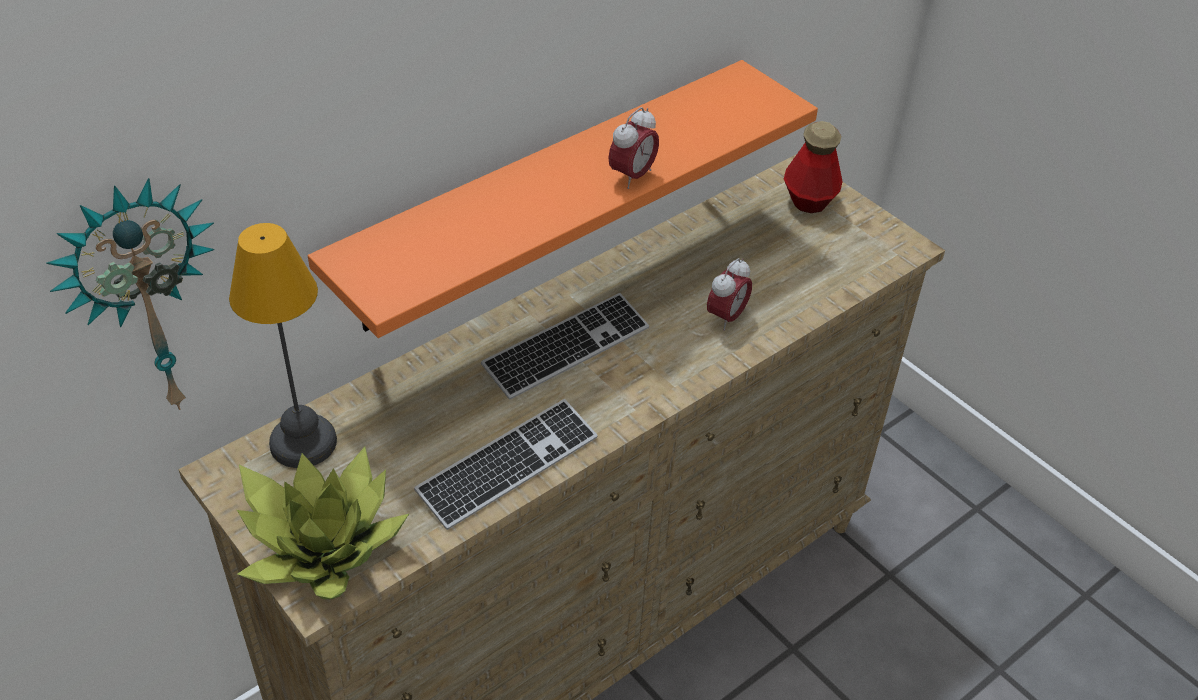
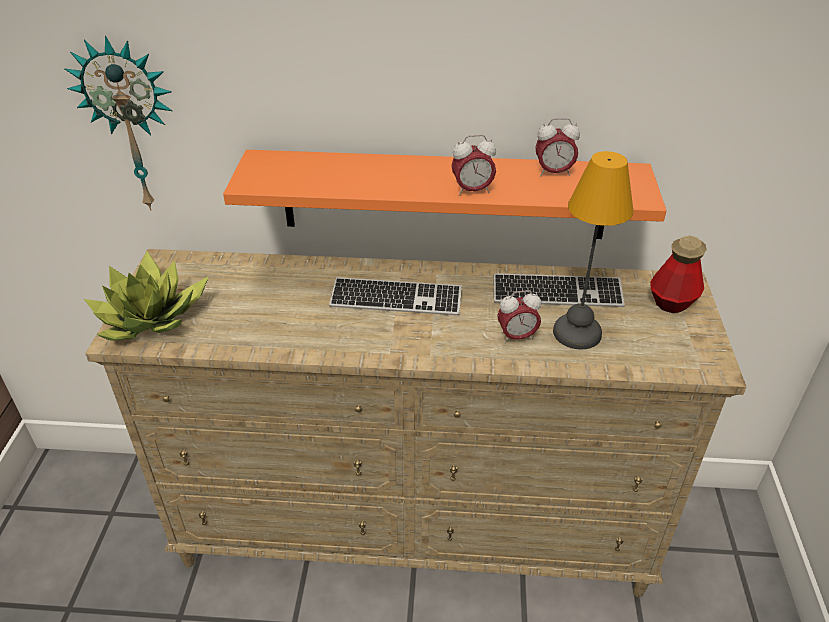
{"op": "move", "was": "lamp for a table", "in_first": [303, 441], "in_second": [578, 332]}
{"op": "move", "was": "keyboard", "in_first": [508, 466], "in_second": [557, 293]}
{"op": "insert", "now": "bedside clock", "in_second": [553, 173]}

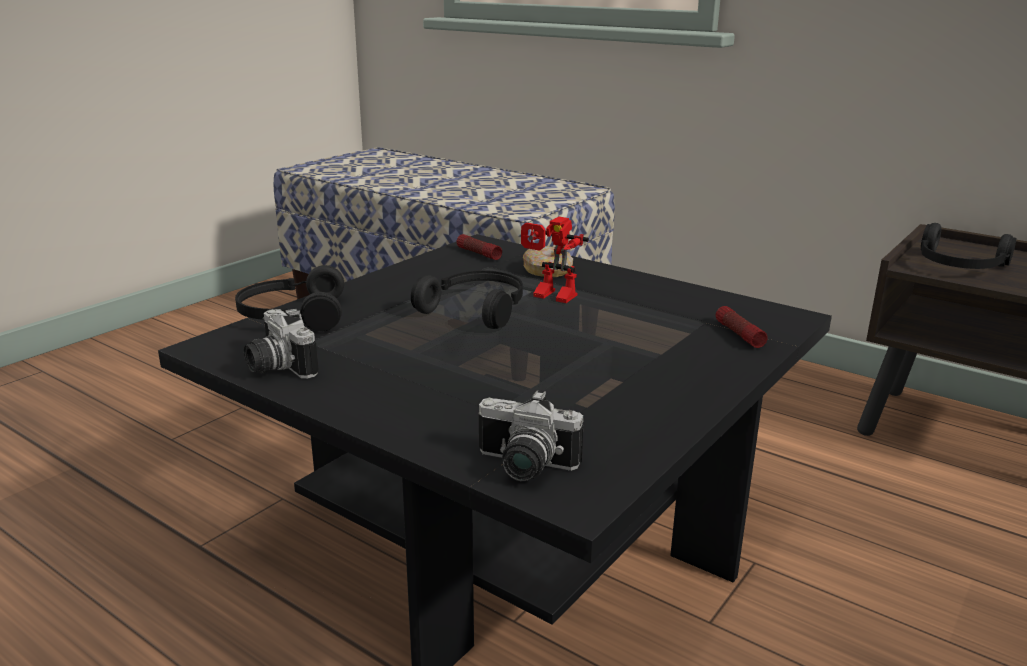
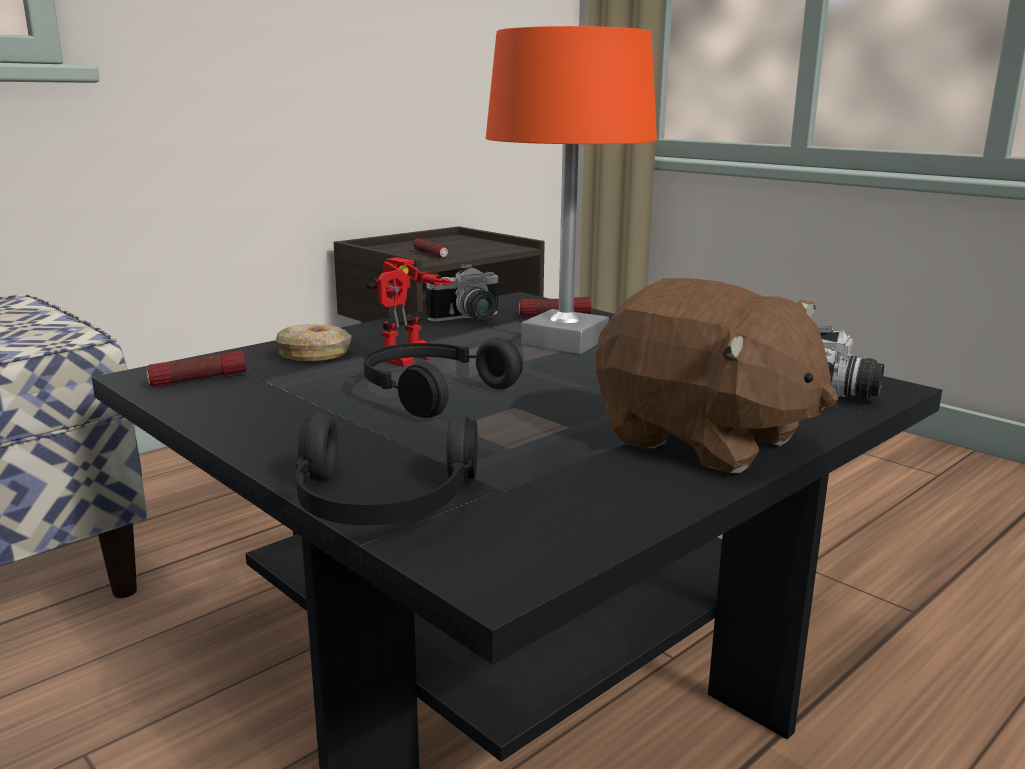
{"op": "replace", "was": "black-coloured pair of headphones", "now": "torch", "in_first": [959, 266], "in_second": [431, 254]}
{"op": "move", "was": "photo camera", "in_first": [276, 367], "in_second": [469, 319]}
{"op": "insert", "now": "orangey lamp for a table", "in_second": [565, 342]}
{"op": "insert", "now": "brownish soft toy", "in_second": [704, 440]}

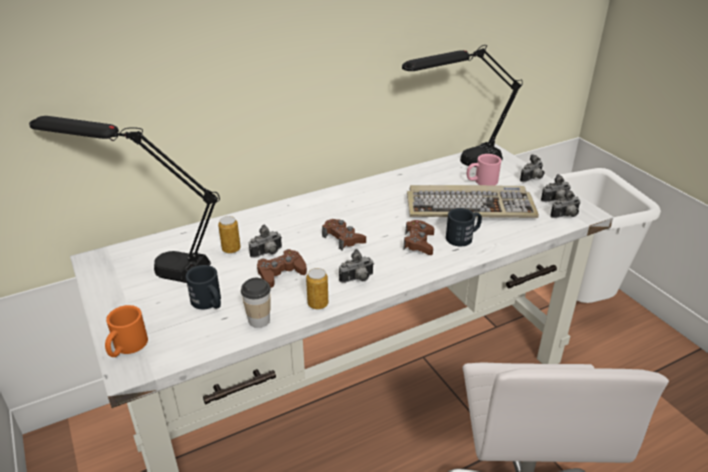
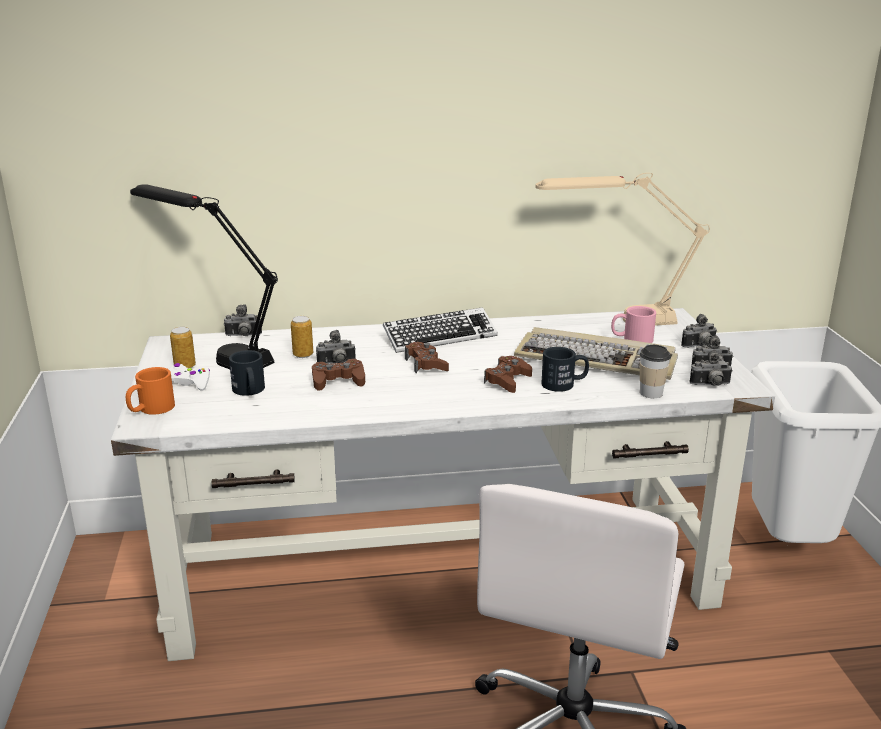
{"op": "recolor", "was": "black-coloured lamp for a table", "now": "beige-coloured lamp for a table", "in_first": [457, 165], "in_second": [615, 321]}
{"op": "move", "was": "photo camera", "in_first": [357, 279], "in_second": [243, 336]}
{"op": "move", "was": "can", "in_first": [318, 304], "in_second": [185, 366]}
{"op": "move", "was": "drinking cup", "in_first": [259, 320], "in_second": [651, 393]}
{"op": "insert", "now": "keyboard", "in_second": [440, 337]}
{"op": "insert", "now": "white-coloured game controller", "in_second": [187, 383]}

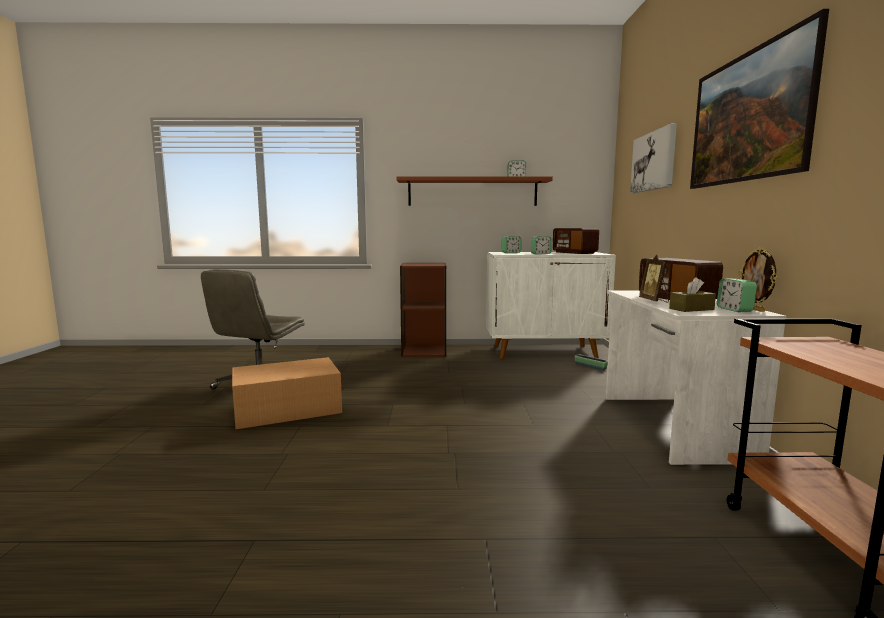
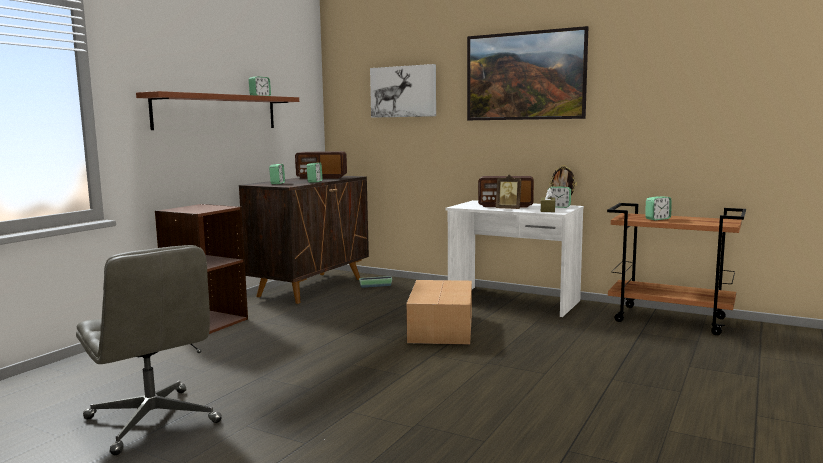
{"op": "recolor", "was": "white-coloured cabinet", "now": "brownish cabinet", "in_first": [545, 352], "in_second": [311, 287]}
{"op": "move", "was": "packing box", "in_first": [289, 409], "in_second": [442, 328]}
{"op": "insert", "now": "bedside clock", "in_second": [657, 219]}

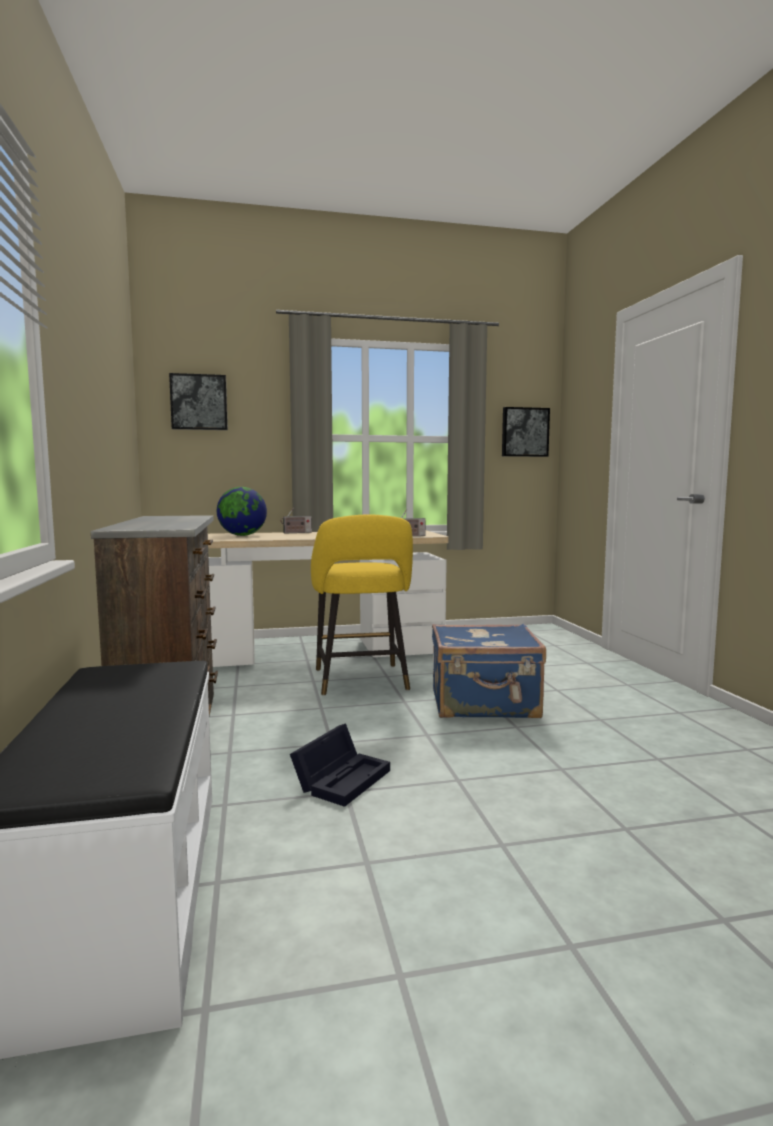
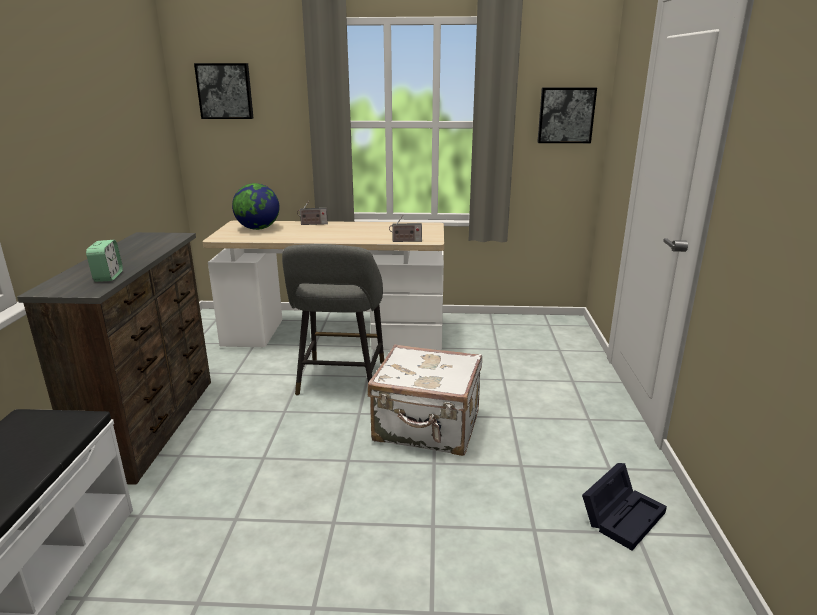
{"op": "recolor", "was": "yellow stool seat", "now": "grey stool seat", "in_first": [361, 681], "in_second": [340, 381]}
{"op": "recolor", "was": "blue-coloured suitcase", "now": "white-coloured suitcase", "in_first": [484, 704], "in_second": [427, 428]}
{"op": "move", "was": "black-coloured storage bin", "in_first": [342, 778], "in_second": [622, 514]}
{"op": "insert", "now": "bedside clock", "in_second": [108, 277]}

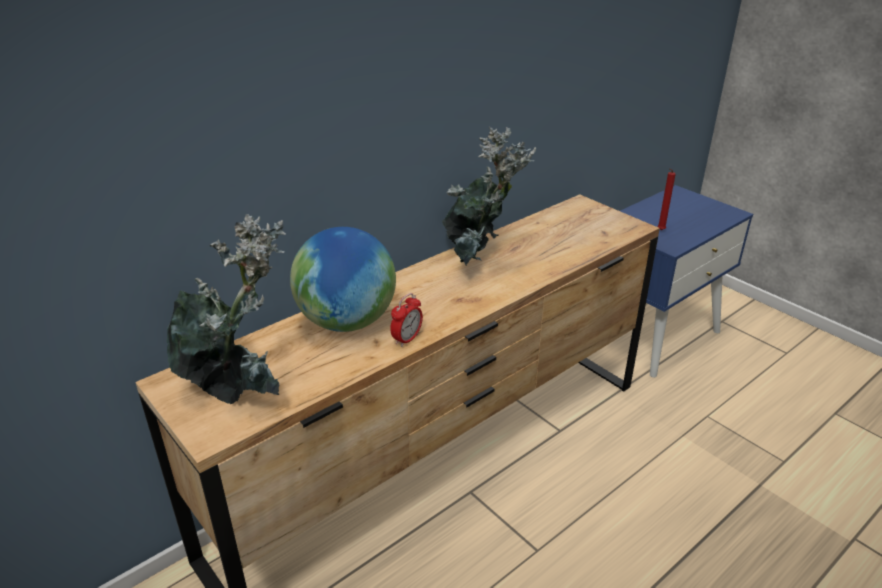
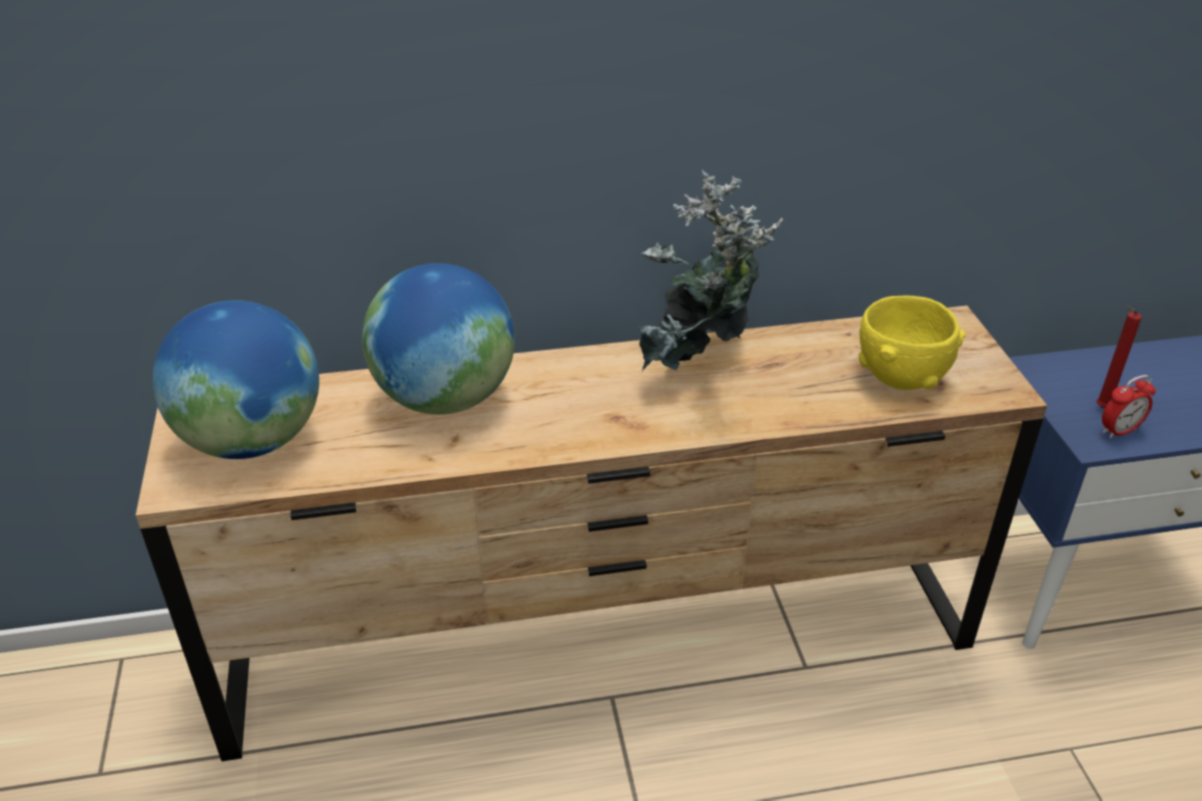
{"op": "replace", "was": "potted plant", "now": "desk globe", "in_first": [239, 388], "in_second": [252, 441]}
{"op": "move", "was": "bedside clock", "in_first": [407, 339], "in_second": [1119, 431]}
{"op": "insert", "now": "yellow serving bowl", "in_second": [901, 376]}

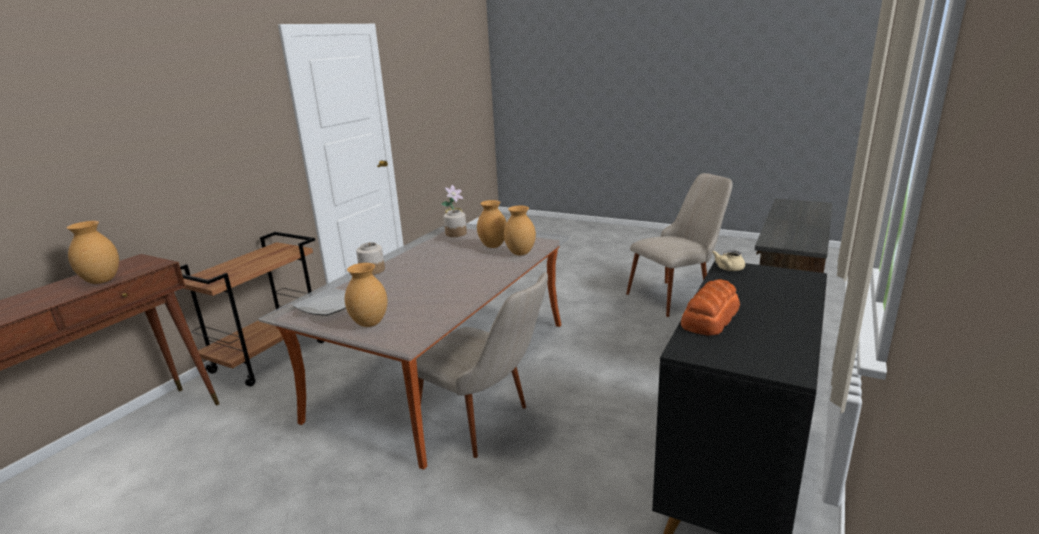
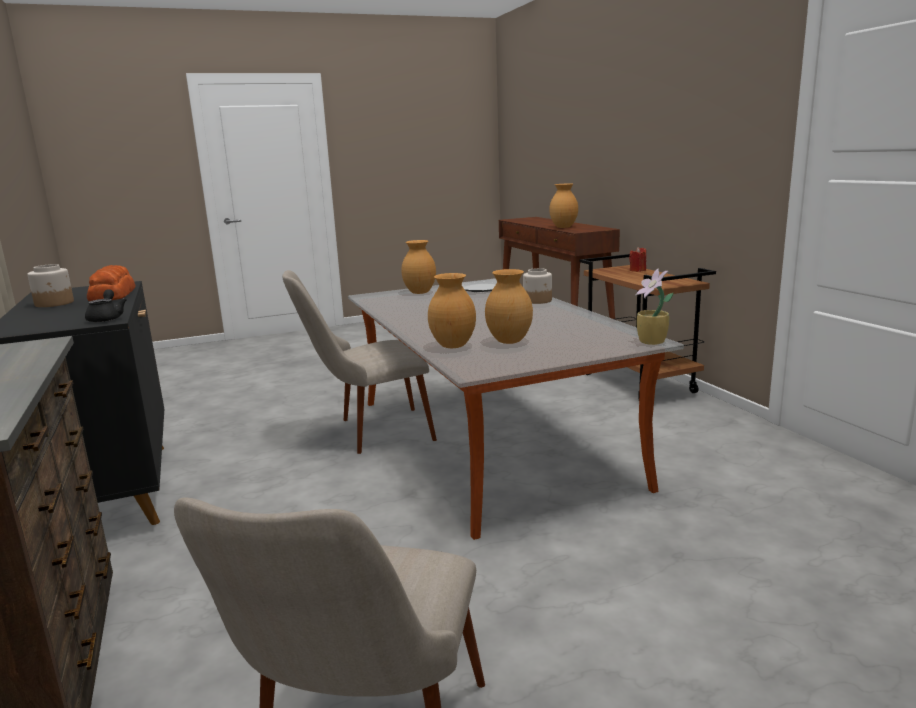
{"op": "move", "was": "storage jar", "in_first": [456, 233], "in_second": [54, 303]}
{"op": "recolor", "was": "beige-coloured teapot", "now": "black-coloured teapot", "in_first": [728, 269], "in_second": [107, 318]}
{"op": "insert", "now": "red candle", "in_second": [637, 270]}

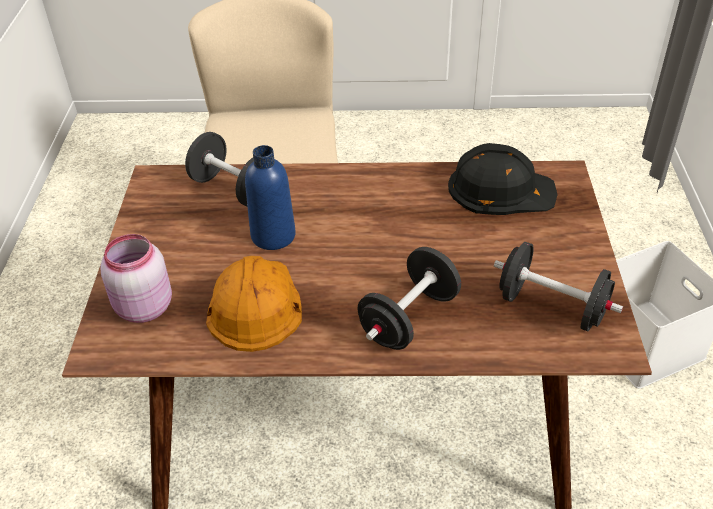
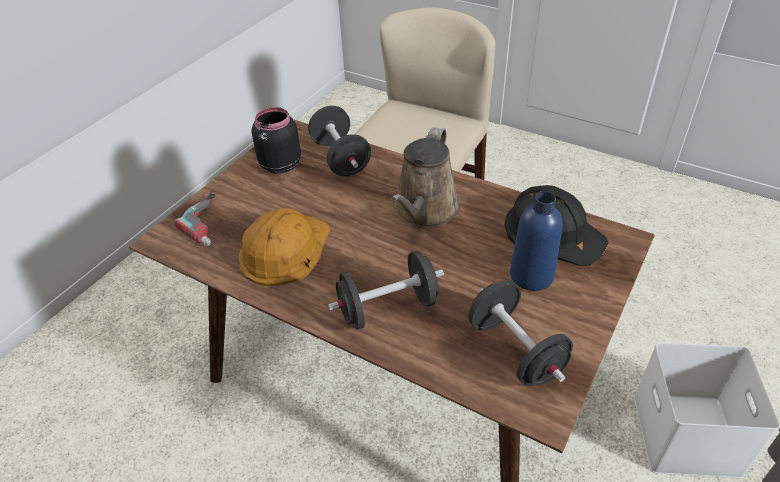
{"op": "move", "was": "blue-coloured drink bottle", "in_first": [273, 236], "in_second": [531, 275]}
{"op": "replace", "was": "pink-coloured storage jar", "now": "drill", "in_first": [143, 308], "in_second": [211, 221]}
{"op": "insert", "now": "black-coloured storage jar", "in_second": [279, 165]}
{"op": "insert", "now": "brownish watering pot", "in_second": [424, 212]}

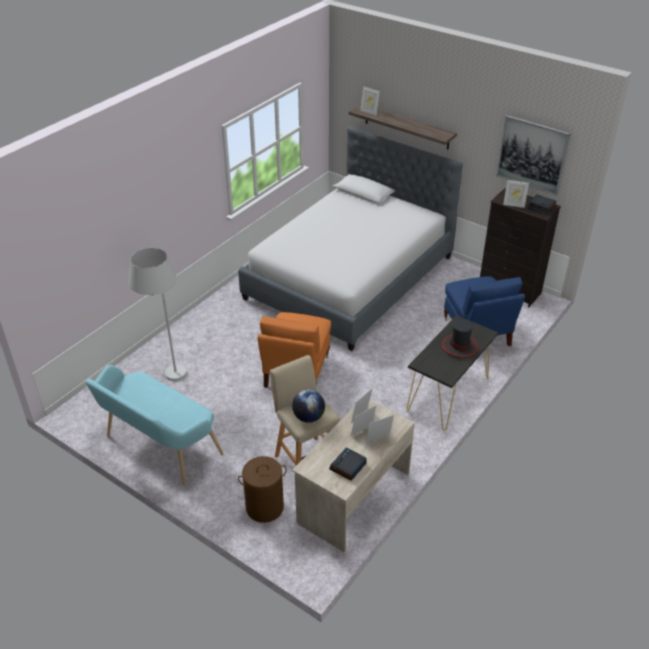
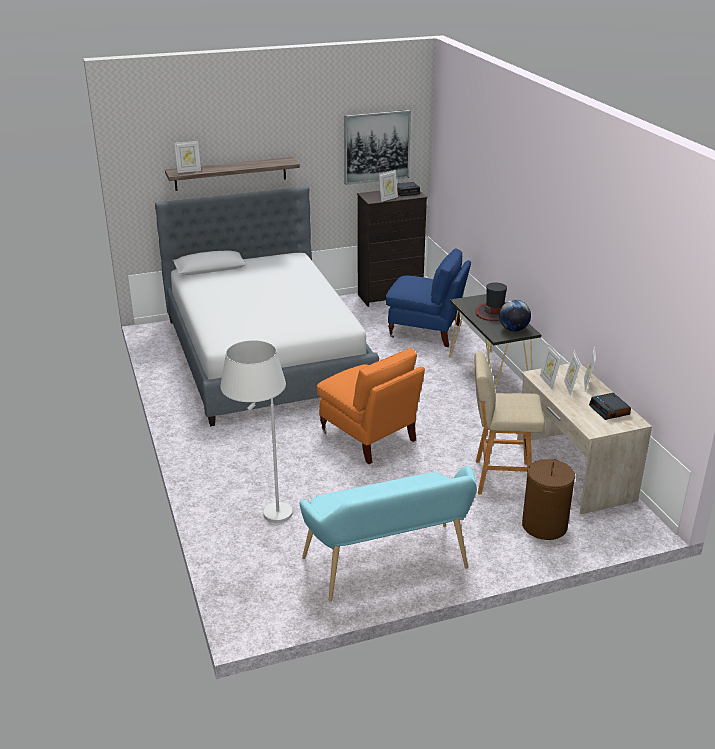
{"op": "move", "was": "desk globe", "in_first": [308, 417], "in_second": [513, 329]}

